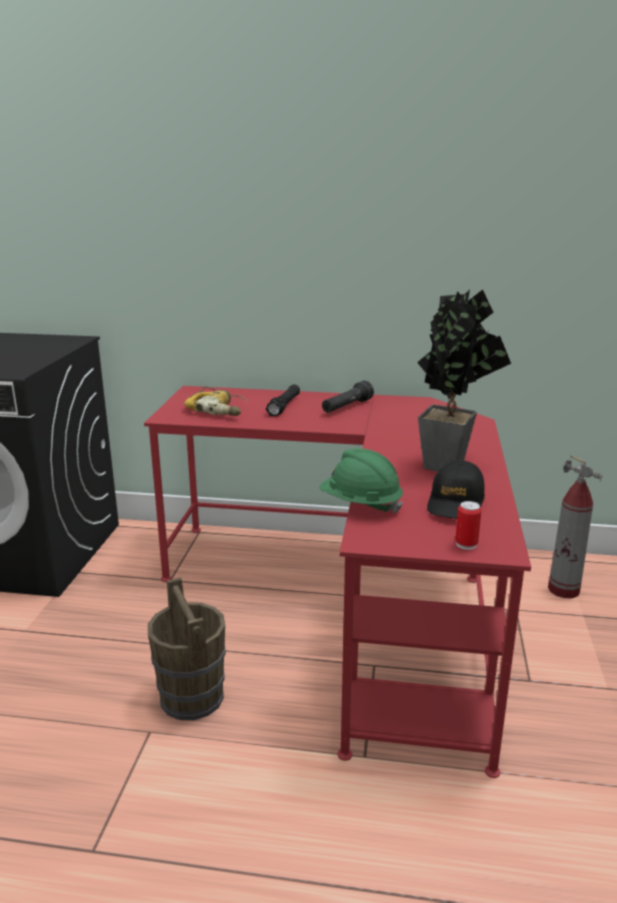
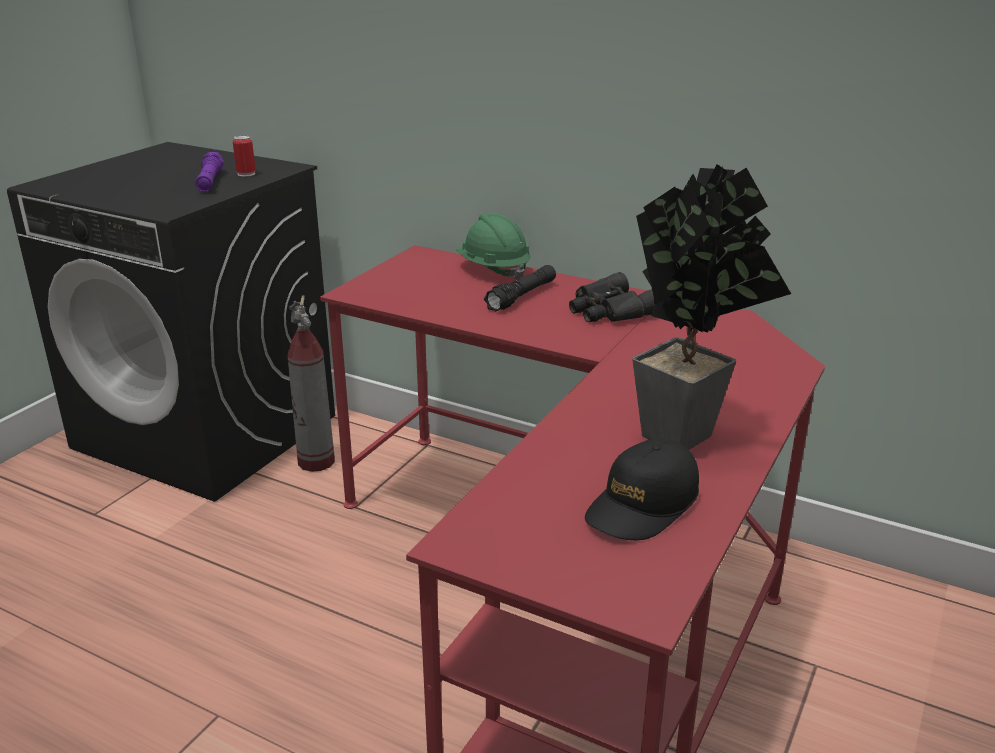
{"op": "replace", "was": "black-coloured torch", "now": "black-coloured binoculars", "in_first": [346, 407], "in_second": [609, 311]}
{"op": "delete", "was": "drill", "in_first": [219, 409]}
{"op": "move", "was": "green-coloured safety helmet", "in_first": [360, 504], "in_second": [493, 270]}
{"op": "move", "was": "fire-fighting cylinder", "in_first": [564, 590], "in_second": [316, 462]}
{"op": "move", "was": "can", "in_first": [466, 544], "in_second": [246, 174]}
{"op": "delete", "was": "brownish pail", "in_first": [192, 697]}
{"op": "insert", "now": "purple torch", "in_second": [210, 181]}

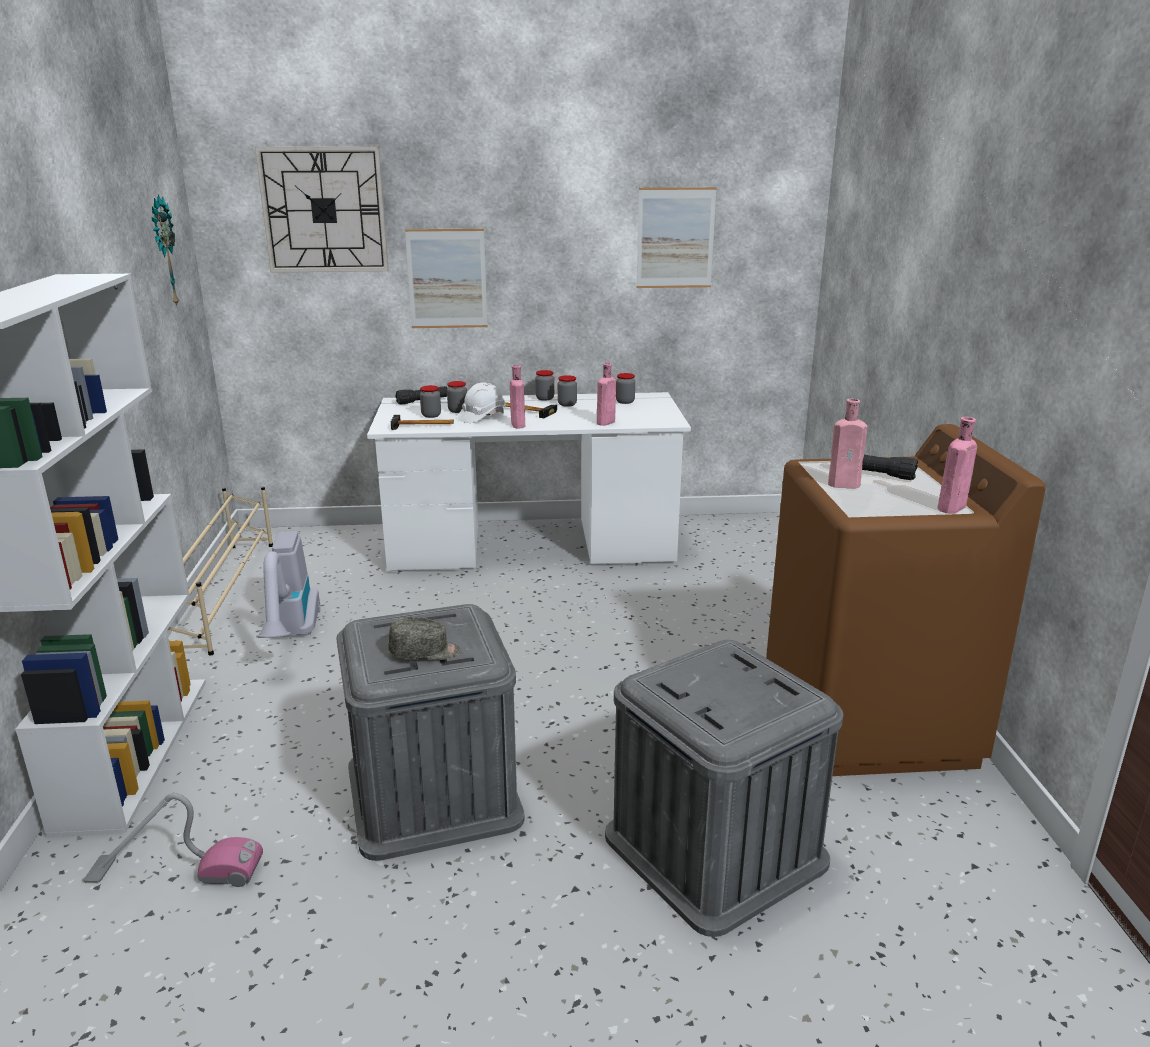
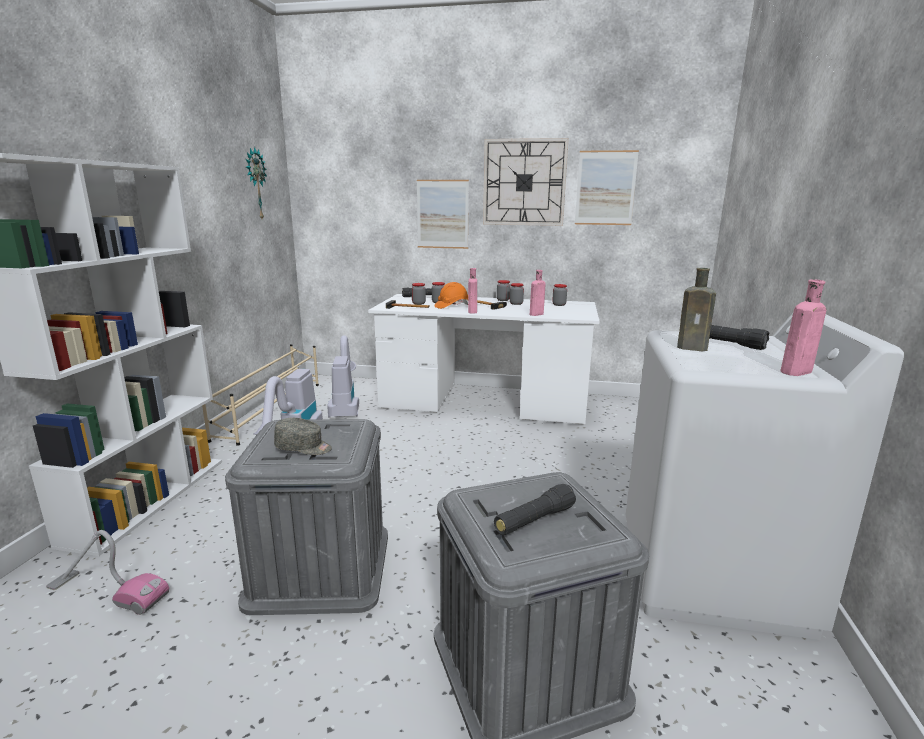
{"op": "move", "was": "hanging clock", "in_first": [324, 210], "in_second": [524, 182]}
{"op": "recolor", "was": "white-coloured safety helmet", "now": "orangey safety helmet", "in_first": [482, 417], "in_second": [451, 306]}
{"op": "recolor", "was": "pink-coloured drink bottle", "now": "brownish drink bottle", "in_first": [846, 485], "in_second": [694, 348]}
{"op": "recolor", "was": "brownish laundry appliance", "now": "white-coloured laundry appliance", "in_first": [868, 723], "in_second": [711, 574]}
{"op": "insert", "now": "vacuum", "in_second": [345, 405]}
{"op": "insert", "now": "black-coloured torch", "in_second": [534, 520]}

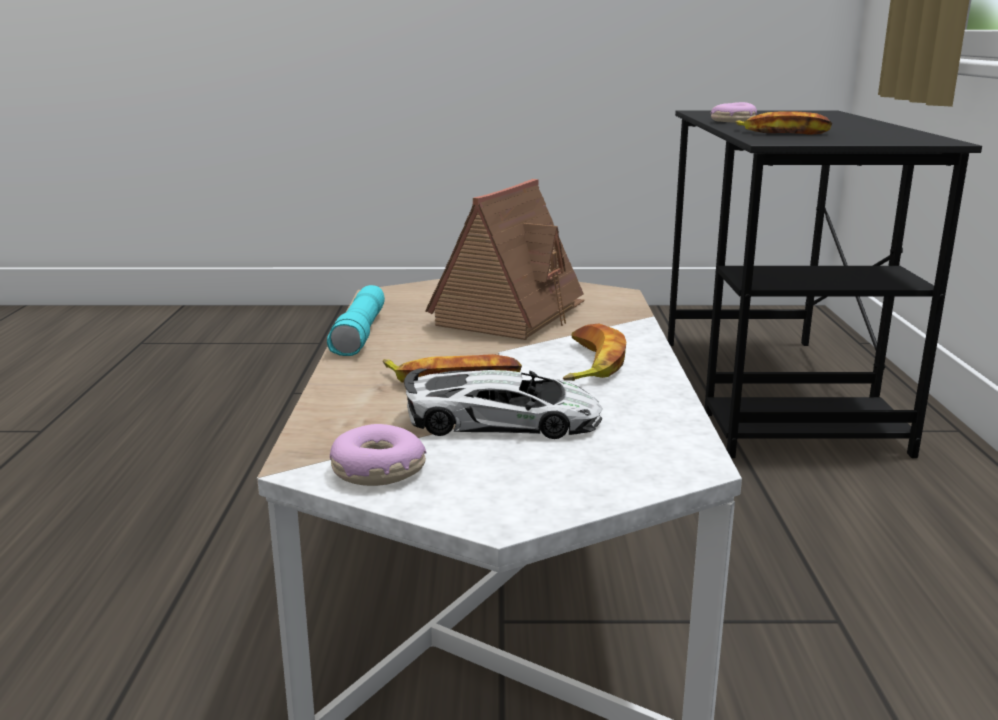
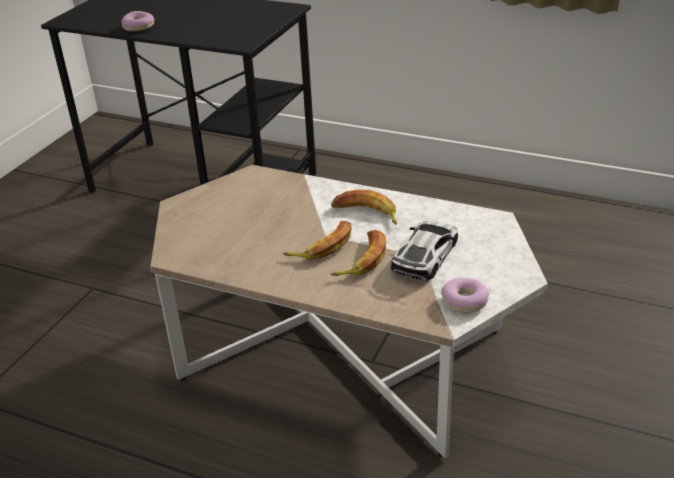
{"op": "move", "was": "whole banana", "in_first": [782, 132], "in_second": [323, 246]}
{"op": "delete", "was": "model house", "in_first": [511, 314]}
{"op": "delete", "was": "turquoise torch", "in_first": [361, 334]}

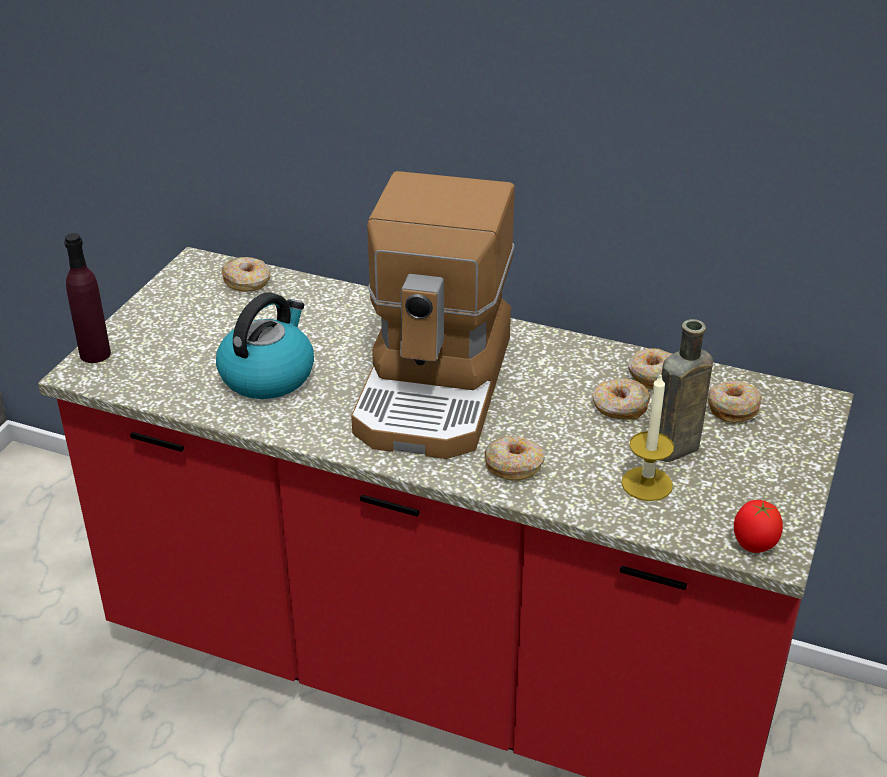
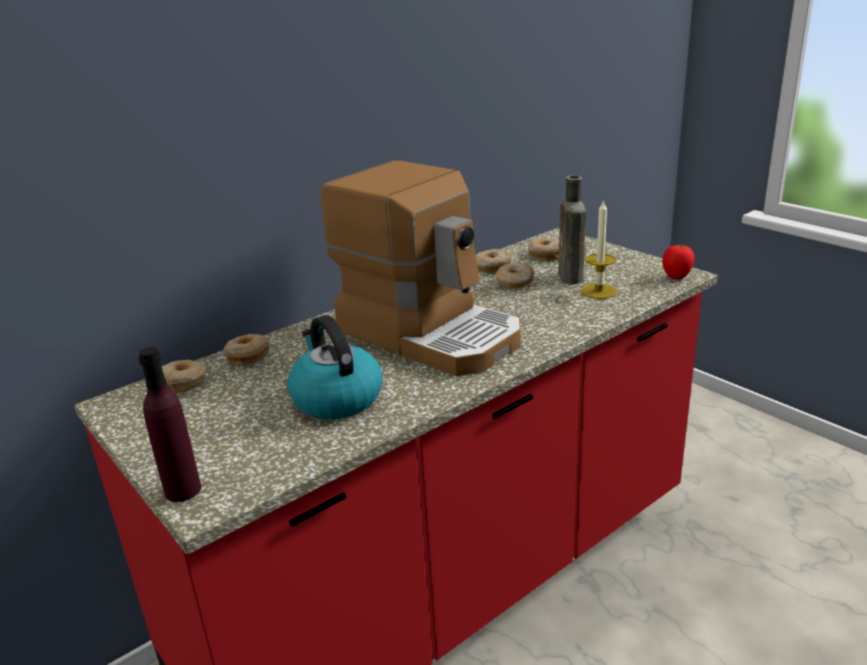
{"op": "move", "was": "donut", "in_first": [514, 465], "in_second": [248, 356]}

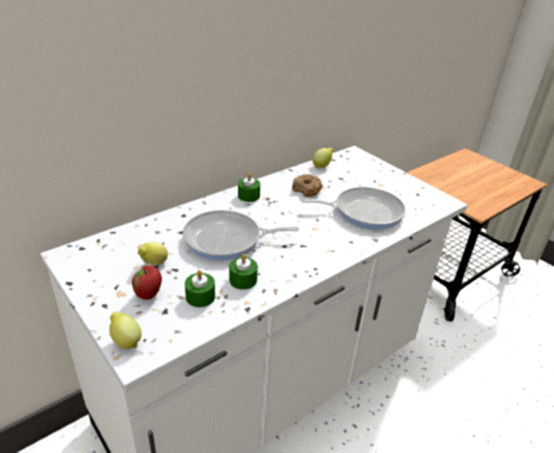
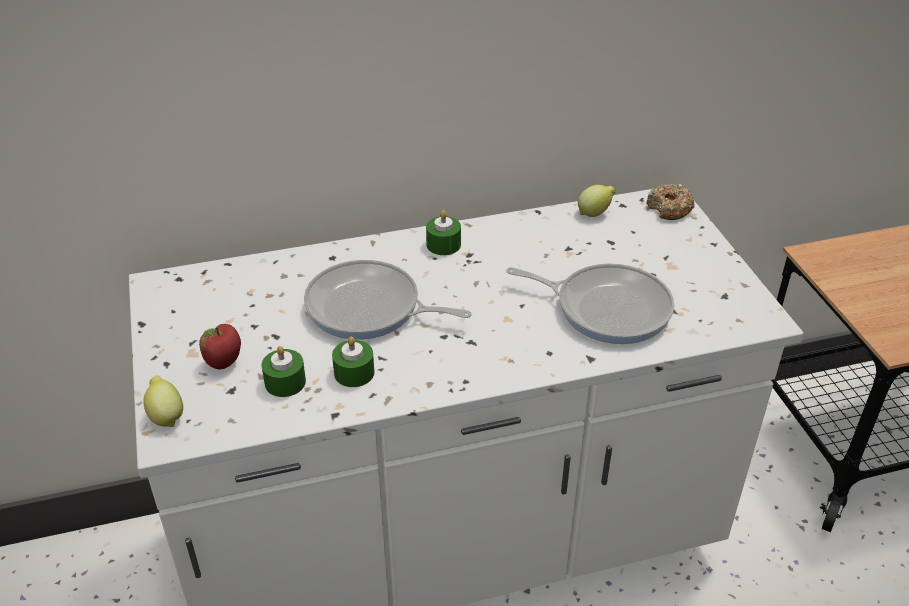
{"op": "move", "was": "donut", "in_first": [306, 190], "in_second": [669, 208]}
{"op": "delete", "was": "whole lemon", "in_first": [153, 264]}

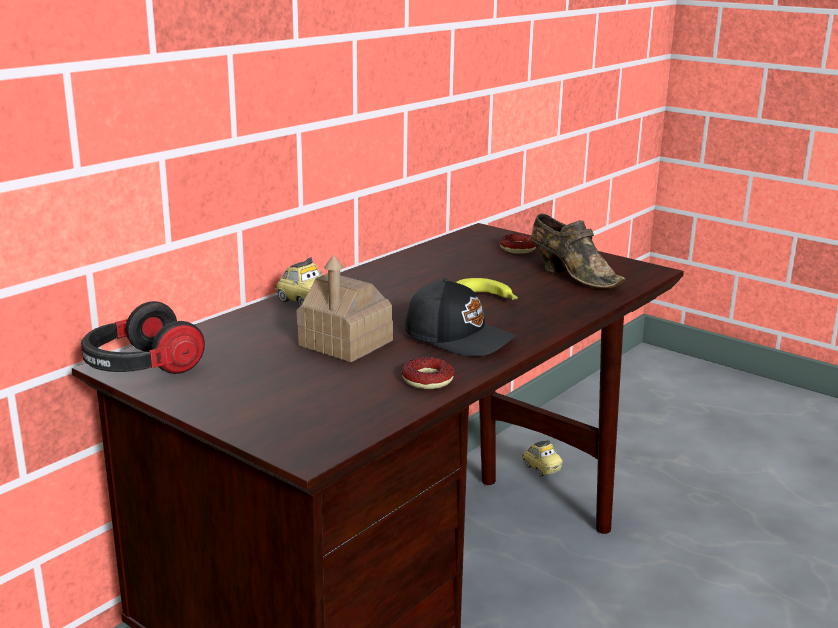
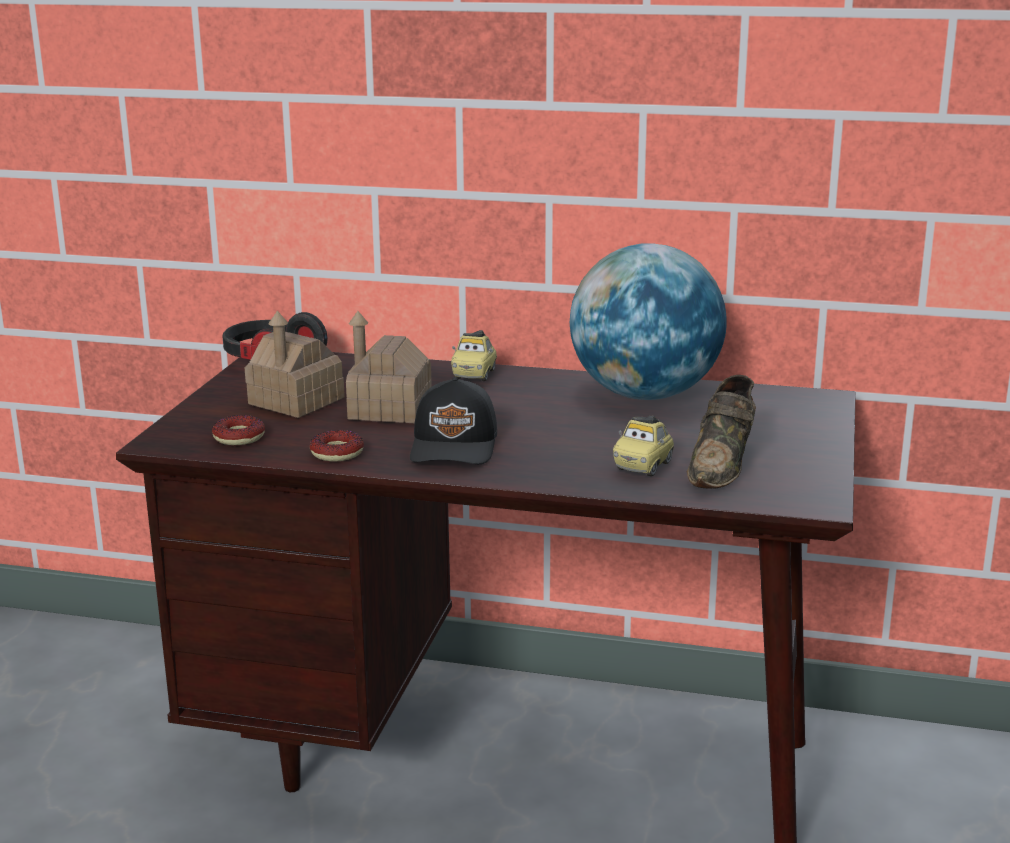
{"op": "move", "was": "donut", "in_first": [517, 249], "in_second": [239, 437]}
{"op": "delete", "was": "whole banana", "in_first": [487, 298]}
{"op": "move", "was": "toy car", "in_first": [541, 469], "in_second": [643, 466]}
{"op": "insert", "now": "desk globe", "in_second": [644, 395]}
{"op": "insert", "now": "model house", "in_second": [296, 401]}

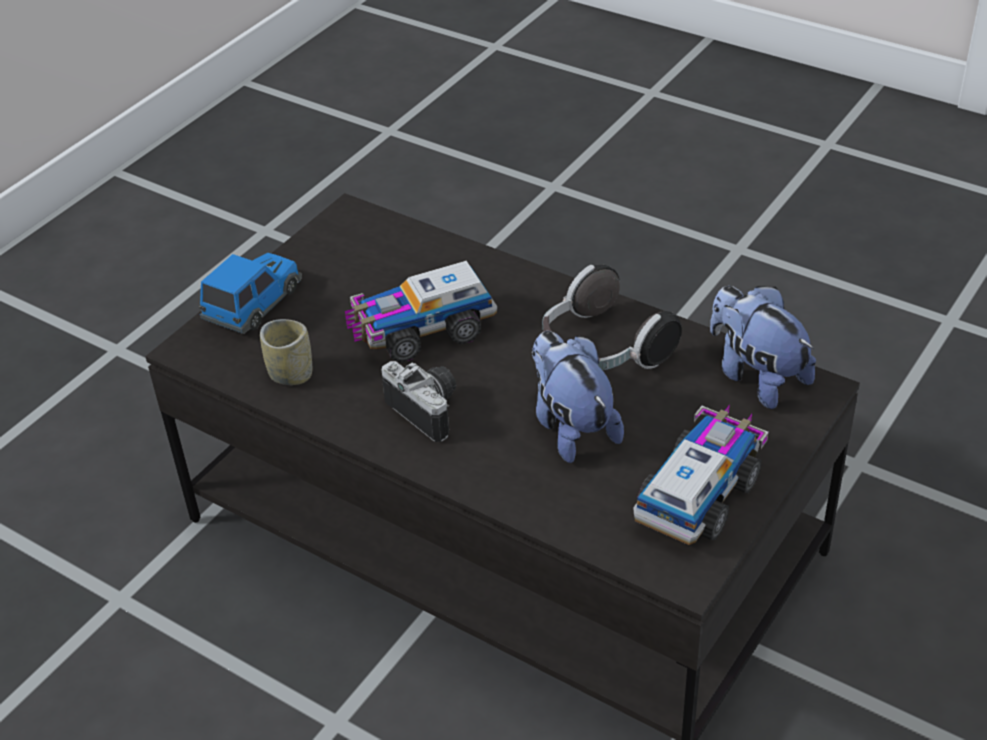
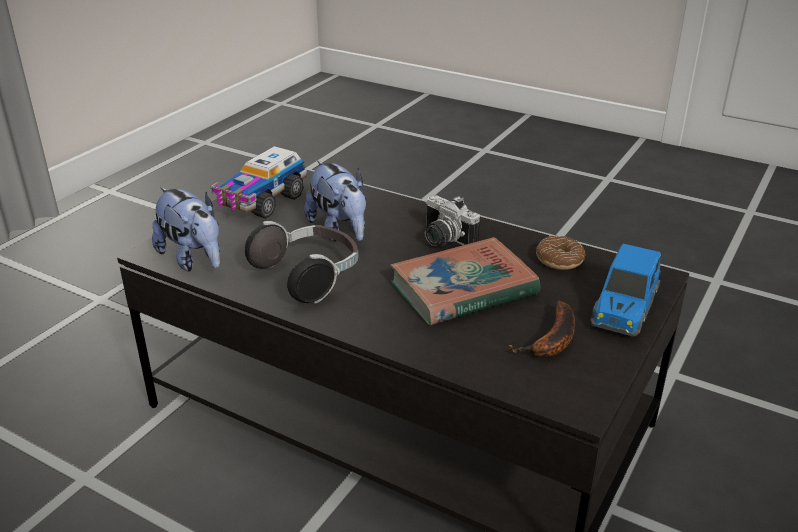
{"op": "replace", "was": "model truck", "now": "bound book", "in_first": [421, 331], "in_second": [463, 289]}
{"op": "replace", "was": "drinking cup", "now": "donut", "in_first": [291, 374], "in_second": [559, 260]}
{"op": "insert", "now": "whole banana", "in_second": [552, 341]}

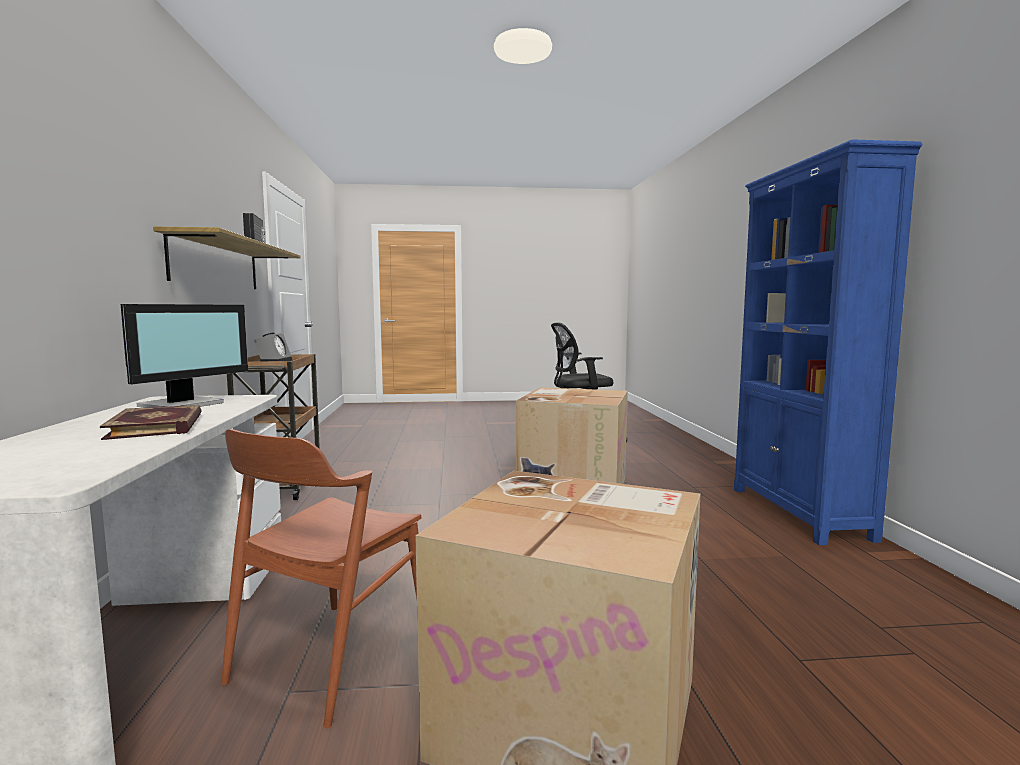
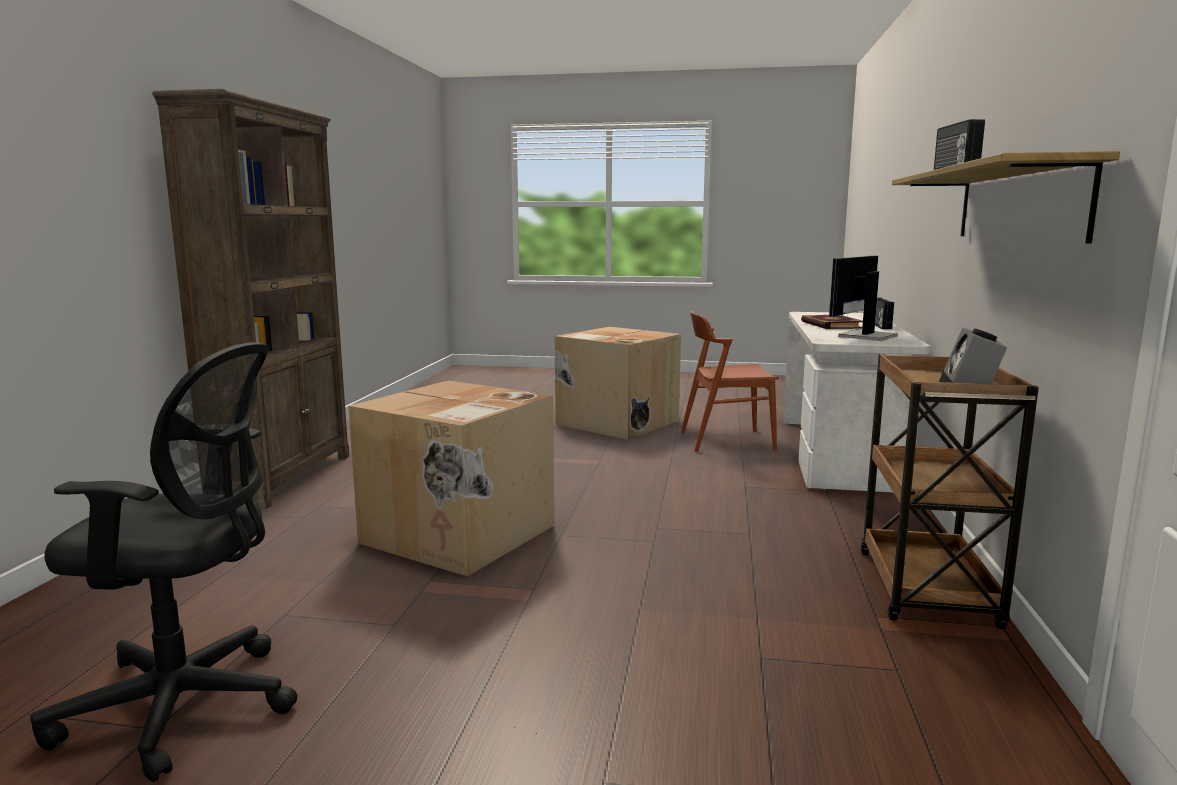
{"op": "recolor", "was": "blue-coloured bookcase", "now": "brownish bookcase", "in_first": [799, 513], "in_second": [284, 477]}
{"op": "rotate", "was": "brownish plain chair", "in_first": [331, 658], "in_second": [726, 441], "clockwise": -135}
{"op": "insert", "now": "radio receiver", "in_second": [879, 326]}

